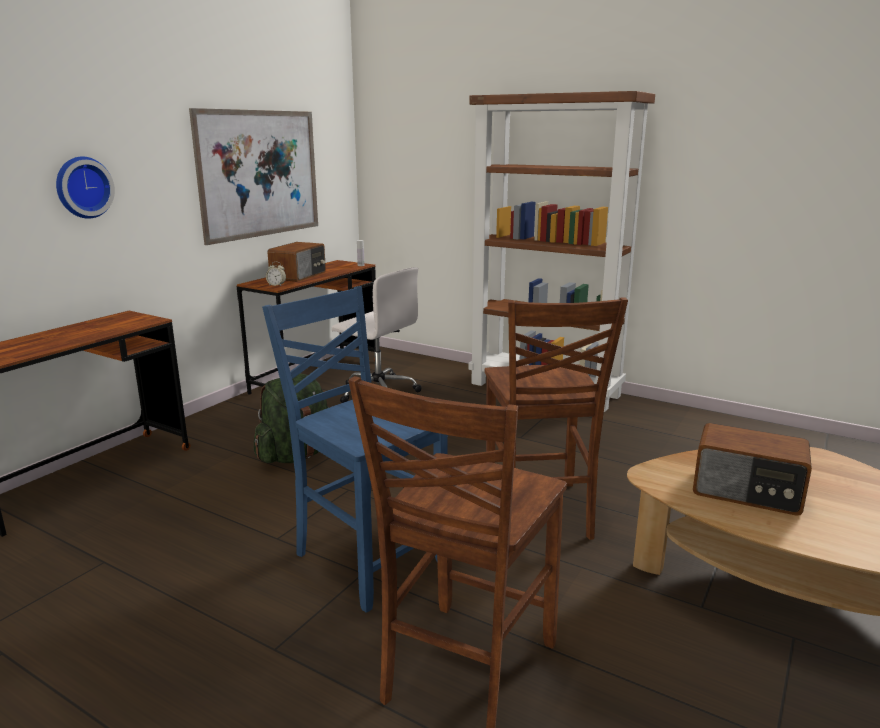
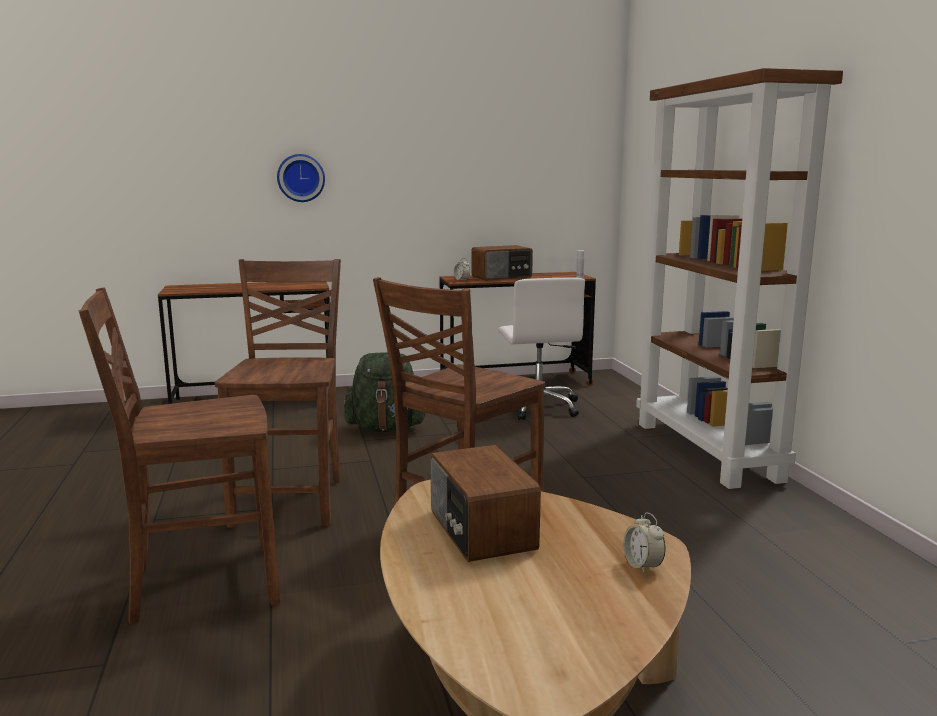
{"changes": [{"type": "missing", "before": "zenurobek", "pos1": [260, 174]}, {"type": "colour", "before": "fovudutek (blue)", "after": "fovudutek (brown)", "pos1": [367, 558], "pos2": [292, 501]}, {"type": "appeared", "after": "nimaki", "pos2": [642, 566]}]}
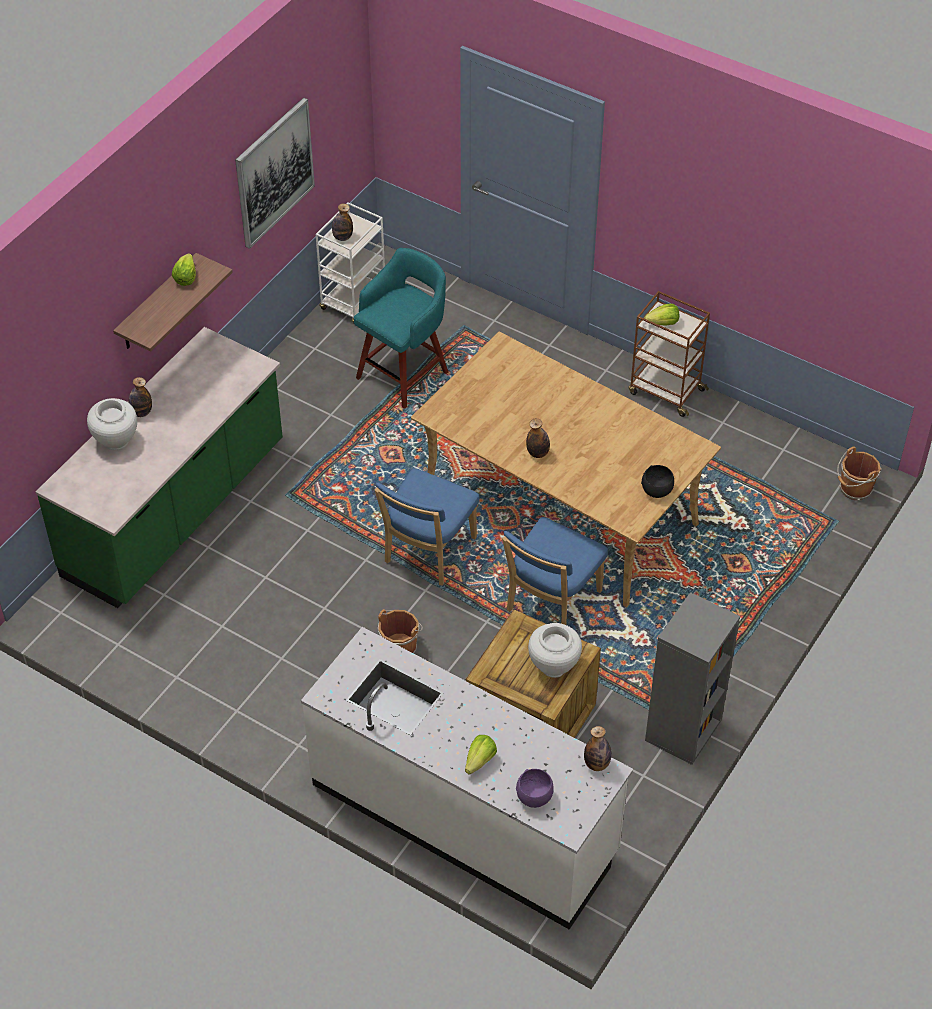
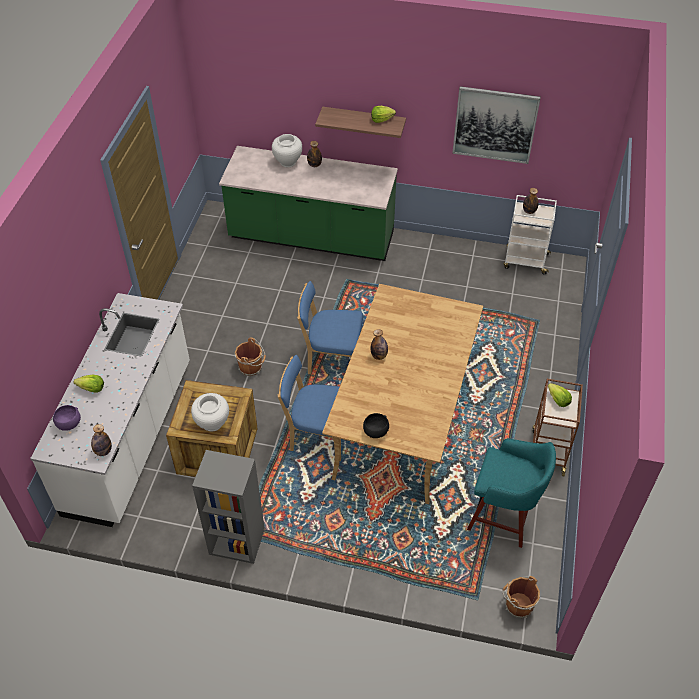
{"changes": [{"type": "relocated", "before": "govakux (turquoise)", "pos1": [404, 373], "pos2": [503, 517]}]}
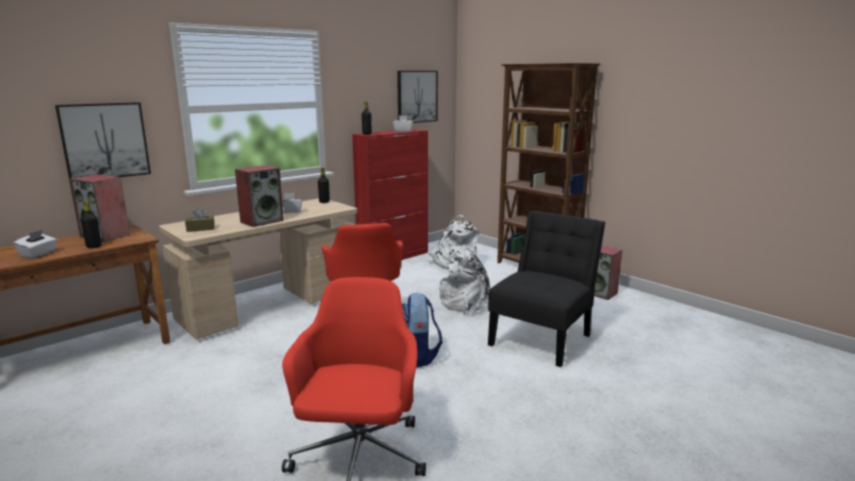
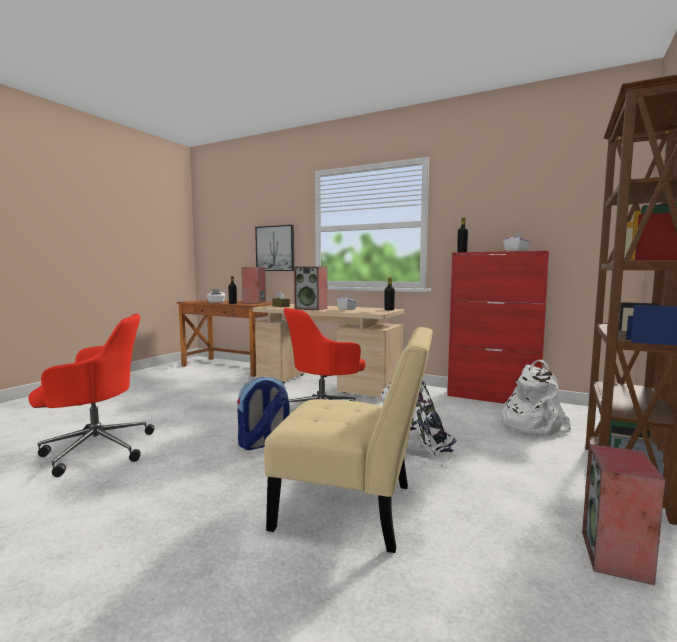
{"changes": [{"type": "missing", "before": "zenurobek", "pos1": [416, 96]}, {"type": "colour", "before": "fovudutek (black)", "after": "fovudutek (beige)", "pos1": [543, 338], "pos2": [353, 509]}]}
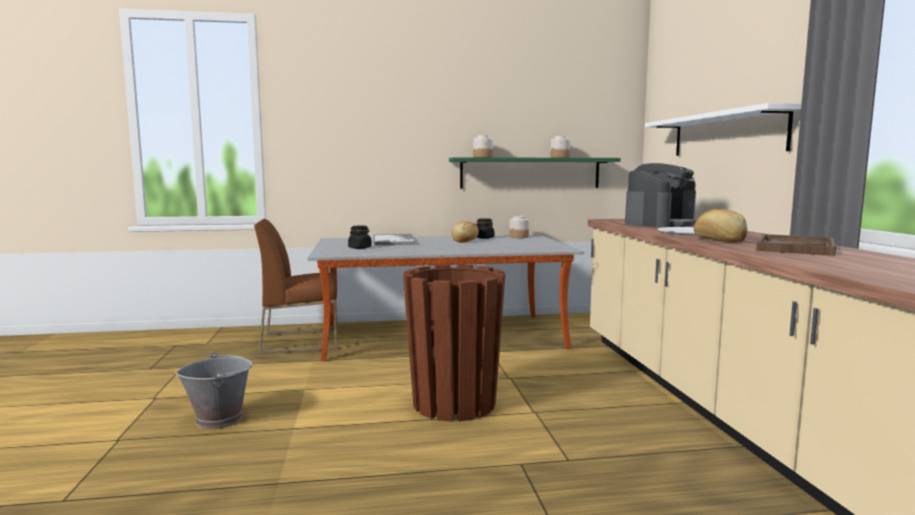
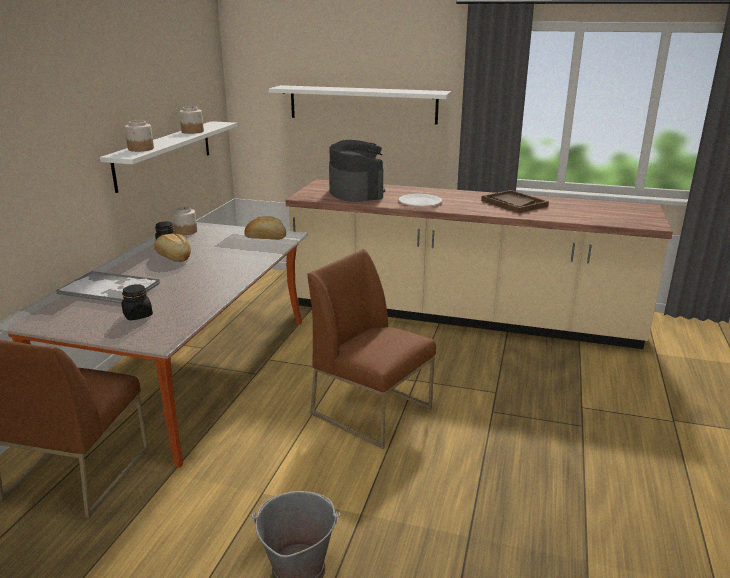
{"changes": [{"type": "exchanged", "before": "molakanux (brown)", "after": "fovudutek (brown)", "pos1": [454, 403], "pos2": [373, 410]}, {"type": "colour", "before": "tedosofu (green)", "after": "tedosofu (white)", "pos1": [530, 173], "pos2": [164, 154]}, {"type": "relocated", "before": "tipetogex", "pos1": [719, 240], "pos2": [266, 238]}]}
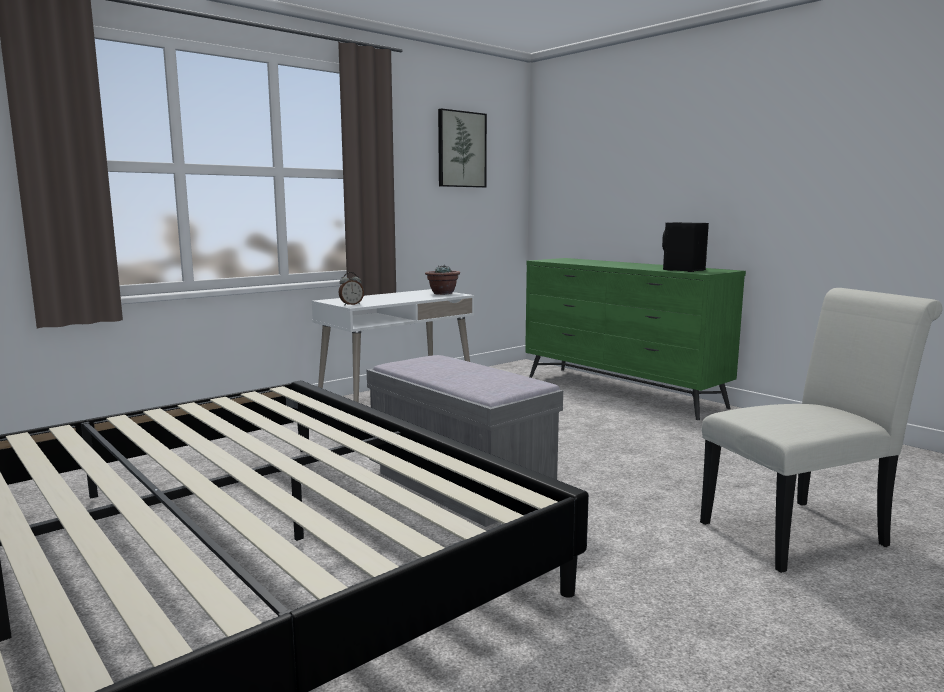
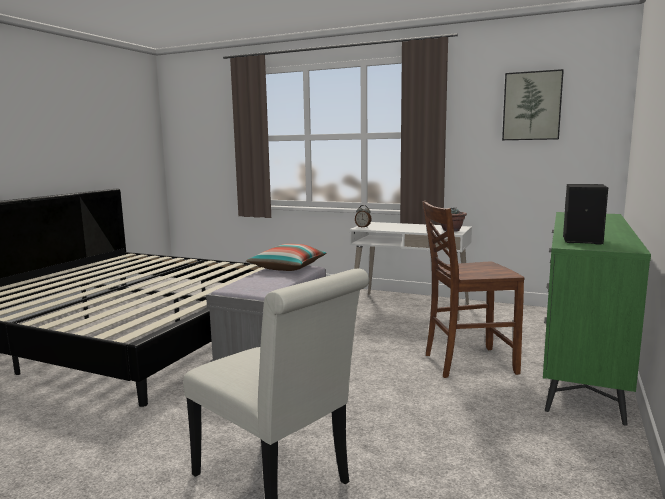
{"changes": [{"type": "appeared", "after": "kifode", "pos2": [287, 267]}, {"type": "appeared", "after": "fovudutek (brown)", "pos2": [467, 363]}]}
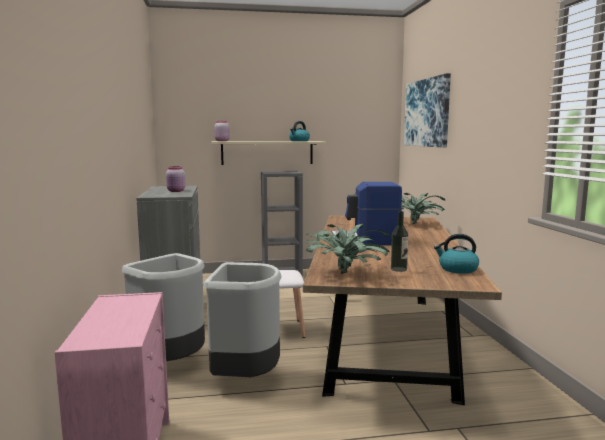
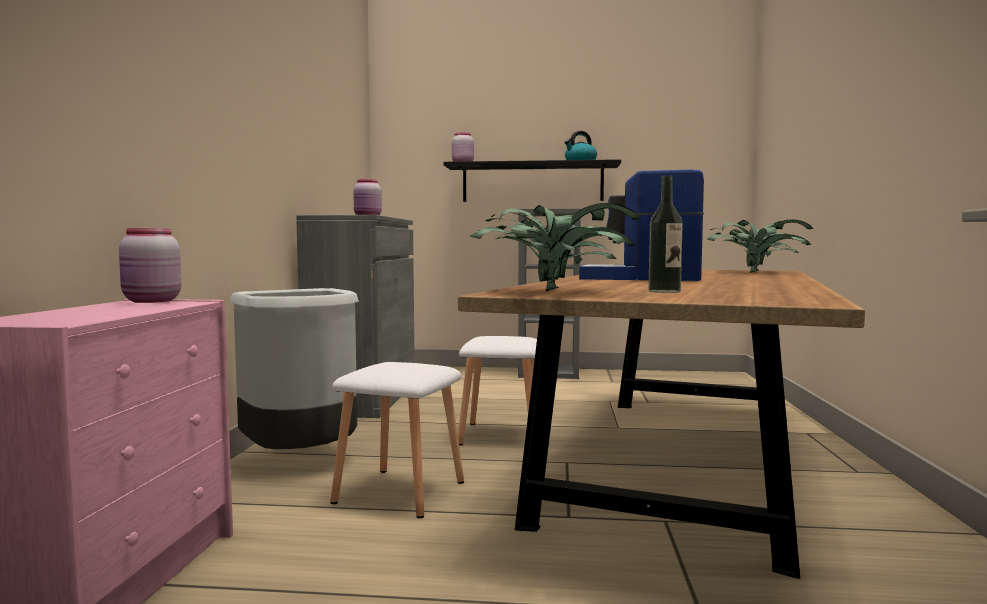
{"changes": [{"type": "exchanged", "before": "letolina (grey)", "after": "govakux (white)", "pos1": [245, 378], "pos2": [400, 491]}, {"type": "colour", "before": "tedosofu (beige)", "after": "tedosofu (black)", "pos1": [267, 152], "pos2": [532, 183]}, {"type": "missing", "before": "zenurobek", "pos1": [427, 113]}, {"type": "missing", "before": "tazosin", "pos1": [457, 269]}, {"type": "appeared", "after": "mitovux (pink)", "pos2": [151, 301]}]}
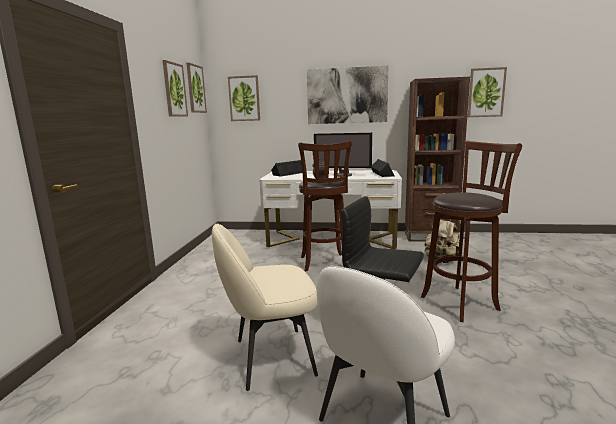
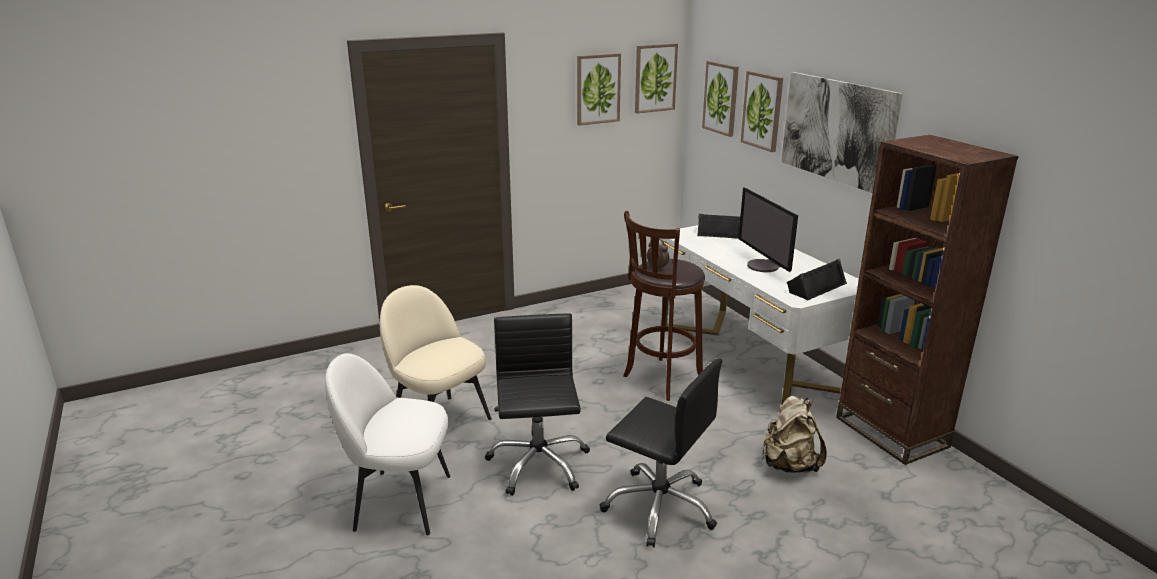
{"changes": [{"type": "exchanged", "before": "govakux (brown)", "after": "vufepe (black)", "pos1": [462, 302], "pos2": [660, 507]}, {"type": "relocated", "before": "zenurobek", "pos1": [486, 92], "pos2": [762, 111]}]}
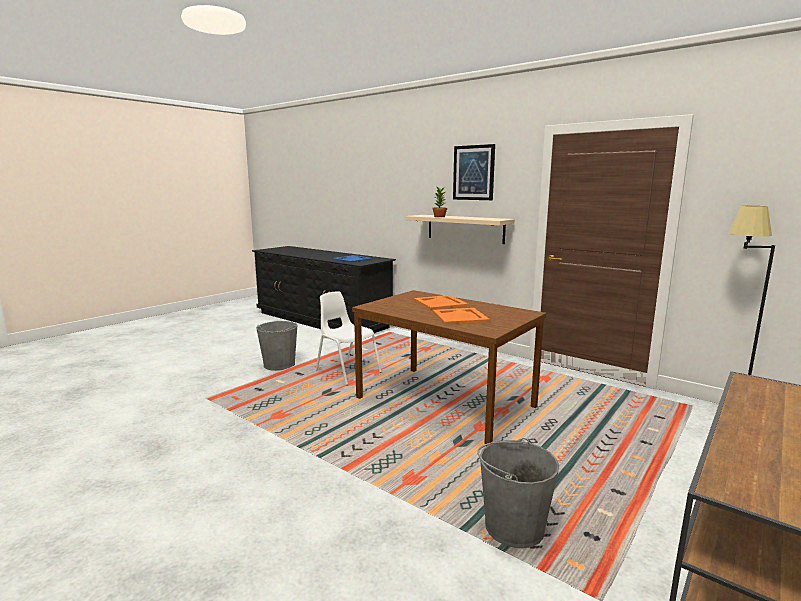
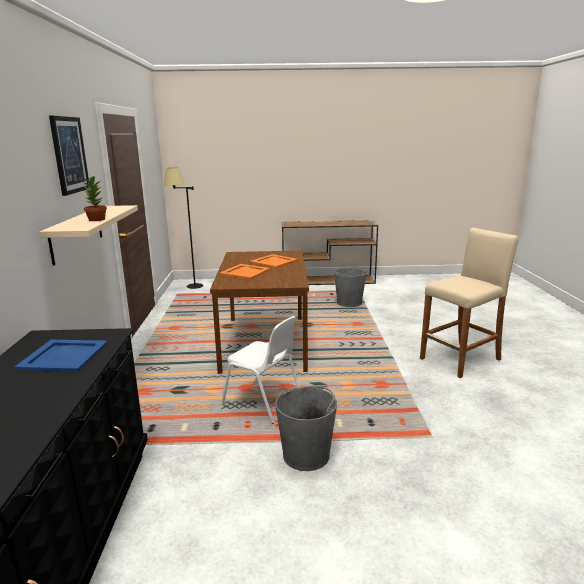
{"changes": [{"type": "spun", "before": "fovudutek (white)", "pos1": [347, 371], "pos2": [263, 402], "turn": -60}, {"type": "appeared", "after": "govakux (beige)", "pos2": [460, 359]}]}
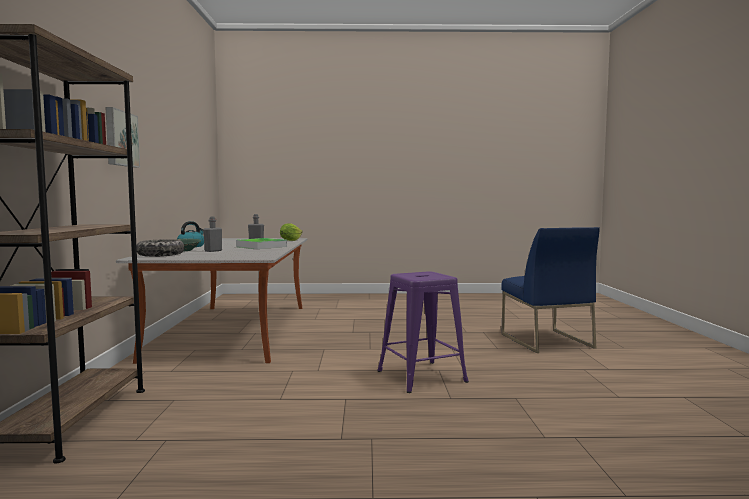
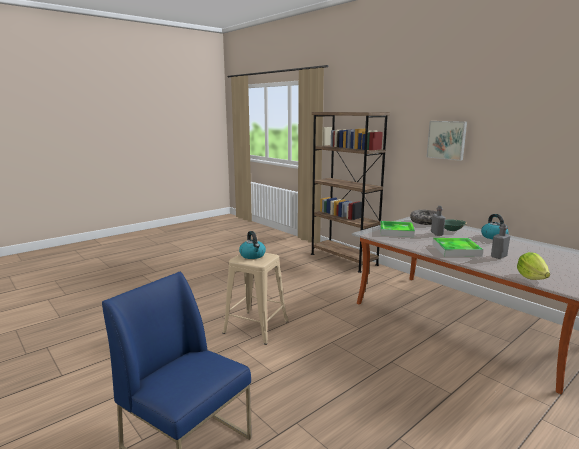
{"changes": [{"type": "colour", "before": "govakux (purple)", "after": "govakux (beige)", "pos1": [421, 376], "pos2": [256, 327]}, {"type": "appeared", "after": "tazosin", "pos2": [253, 255]}, {"type": "appeared", "after": "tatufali", "pos2": [396, 231]}]}
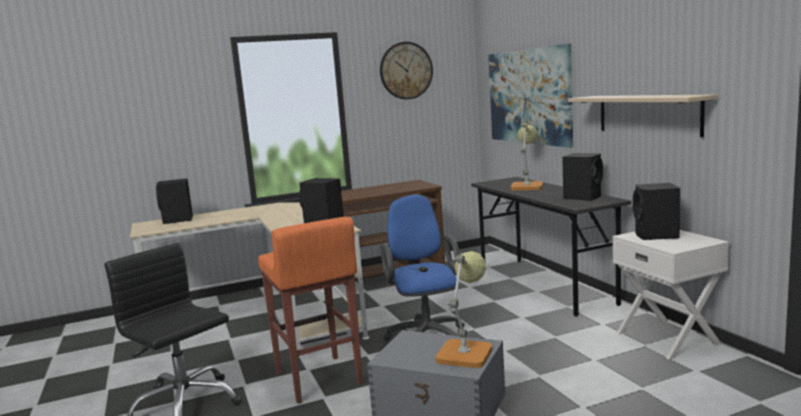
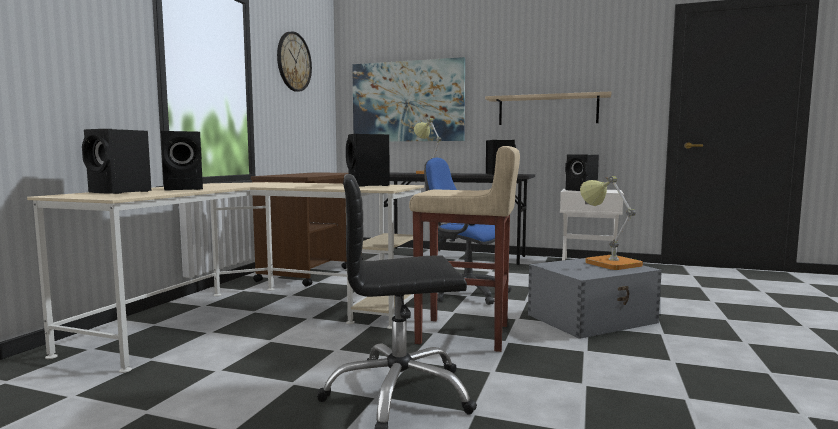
{"changes": [{"type": "colour", "before": "govakux (orange)", "after": "govakux (beige)", "pos1": [317, 379], "pos2": [465, 335]}, {"type": "appeared", "after": "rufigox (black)", "pos2": [185, 189]}]}
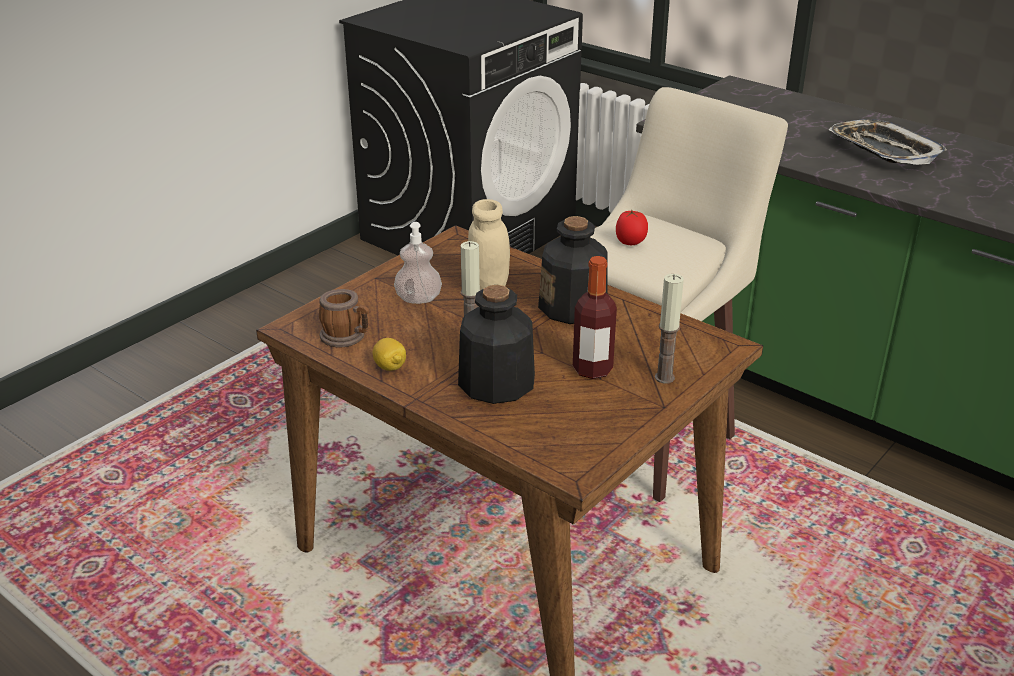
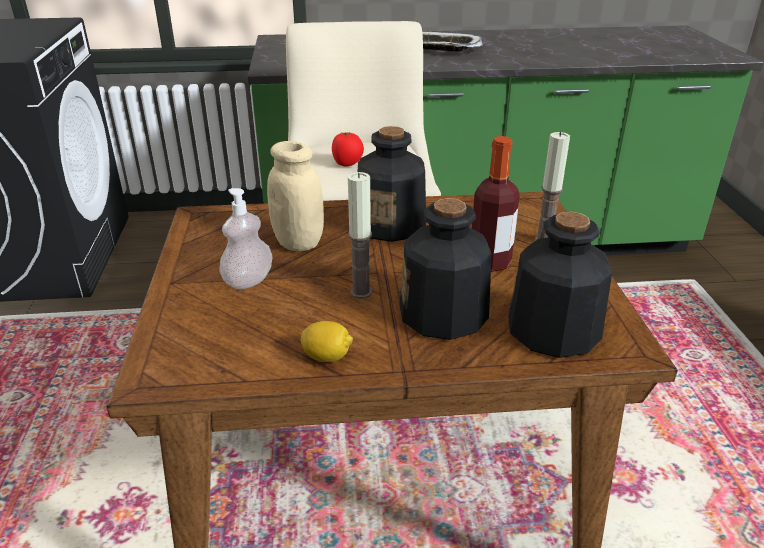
{"changes": [{"type": "missing", "before": "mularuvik", "pos1": [347, 337]}, {"type": "appeared", "after": "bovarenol", "pos2": [553, 331]}]}
